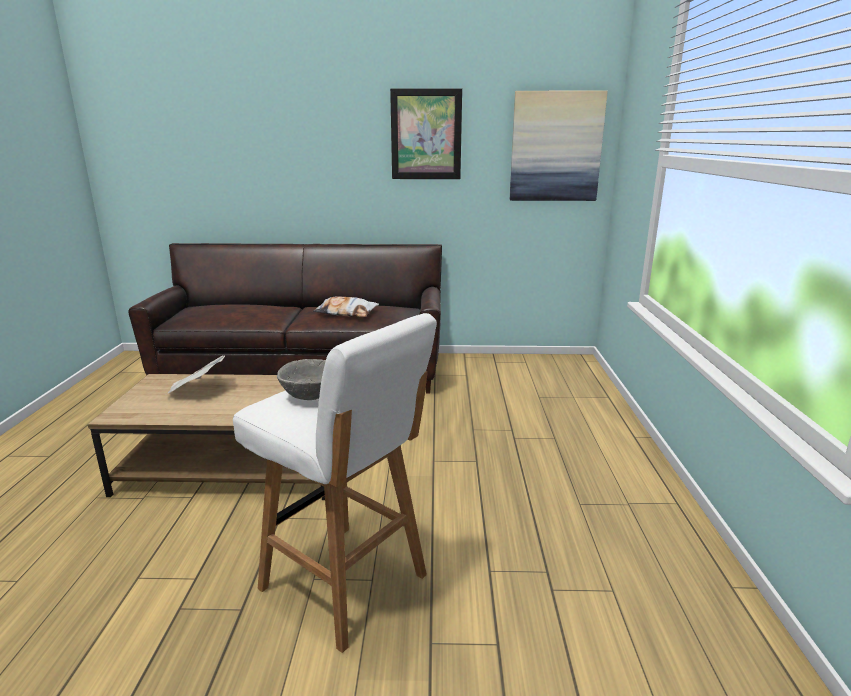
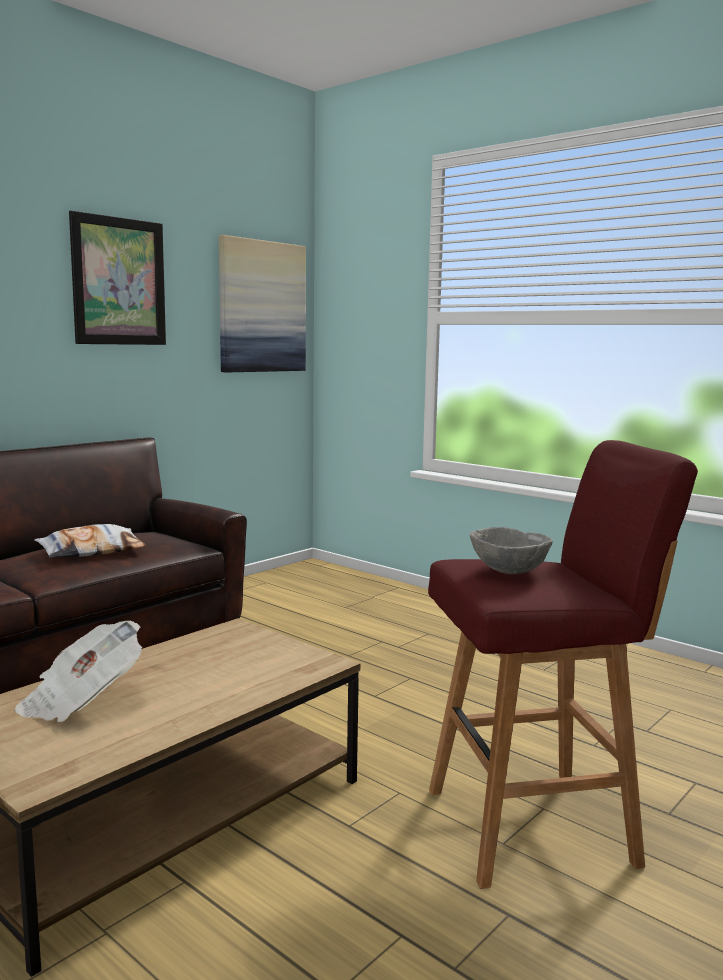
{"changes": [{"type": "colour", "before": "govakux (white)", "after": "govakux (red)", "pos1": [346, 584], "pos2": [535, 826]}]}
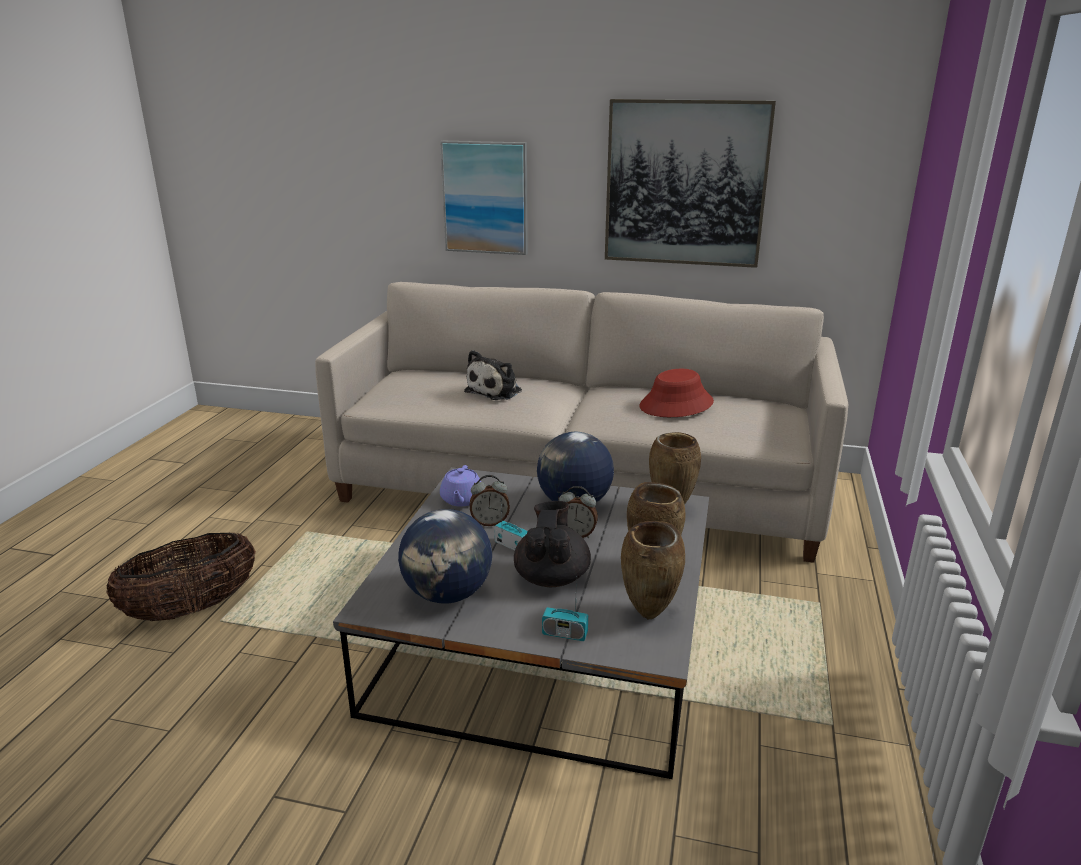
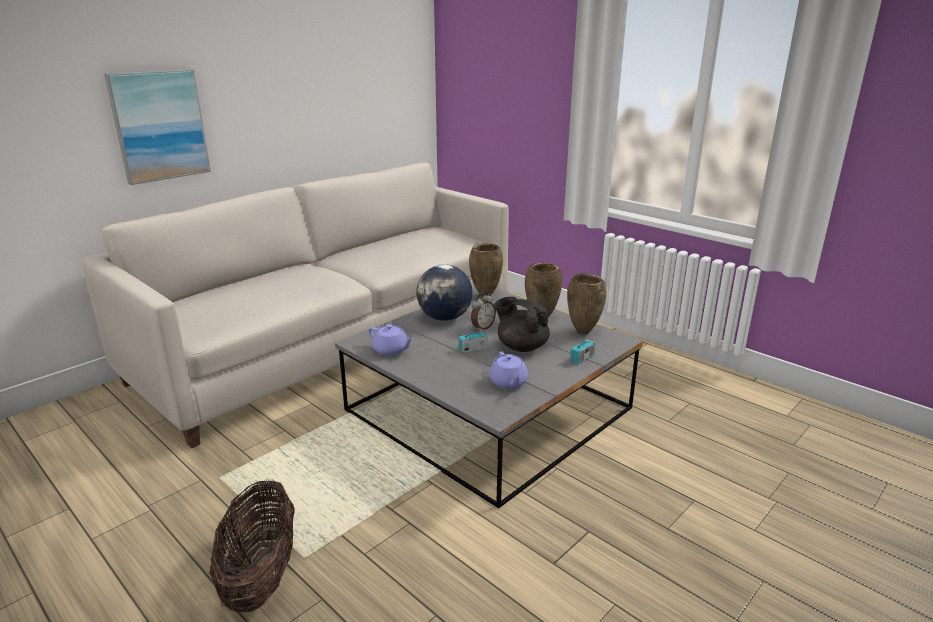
{"changes": [{"type": "exchanged", "before": "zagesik", "after": "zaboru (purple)", "pos1": [448, 594], "pos2": [508, 383]}, {"type": "missing", "before": "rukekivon", "pos1": [496, 391]}, {"type": "missing", "before": "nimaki", "pos1": [490, 522]}, {"type": "missing", "before": "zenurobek", "pos1": [685, 184]}, {"type": "missing", "before": "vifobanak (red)", "pos1": [676, 405]}]}
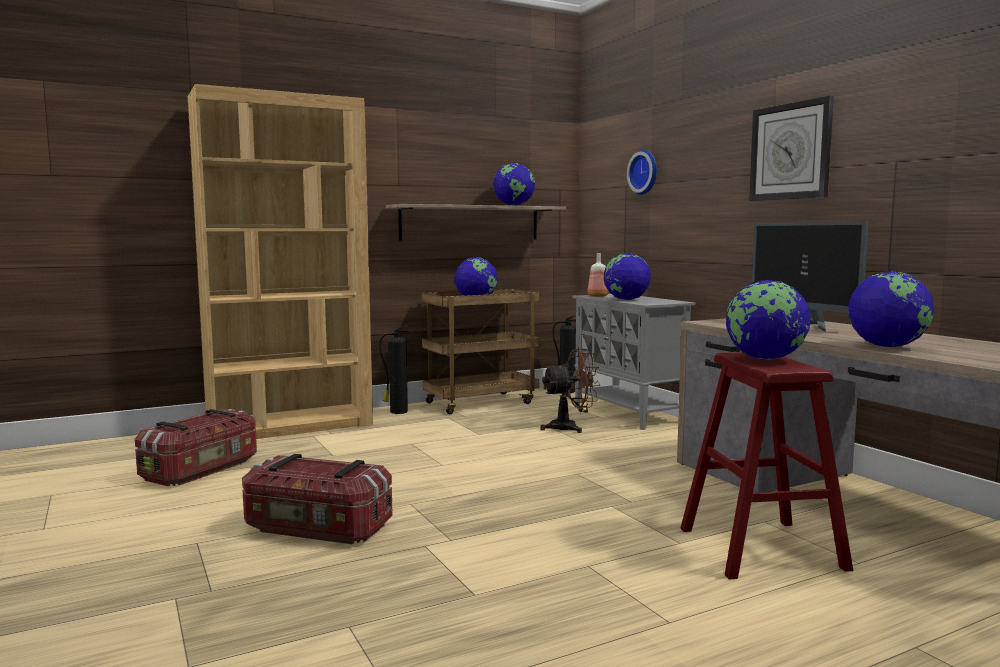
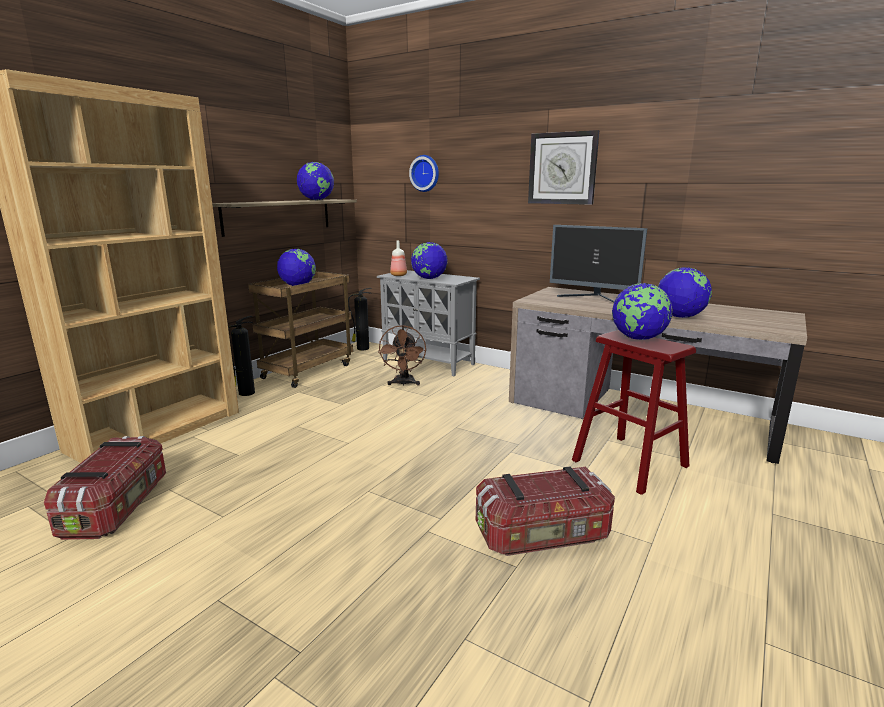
{"changes": [{"type": "relocated", "before": "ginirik", "pos1": [317, 529], "pos2": [543, 535]}, {"type": "spun", "before": "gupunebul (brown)", "pos1": [570, 427], "pos2": [403, 384], "turn": 135}]}
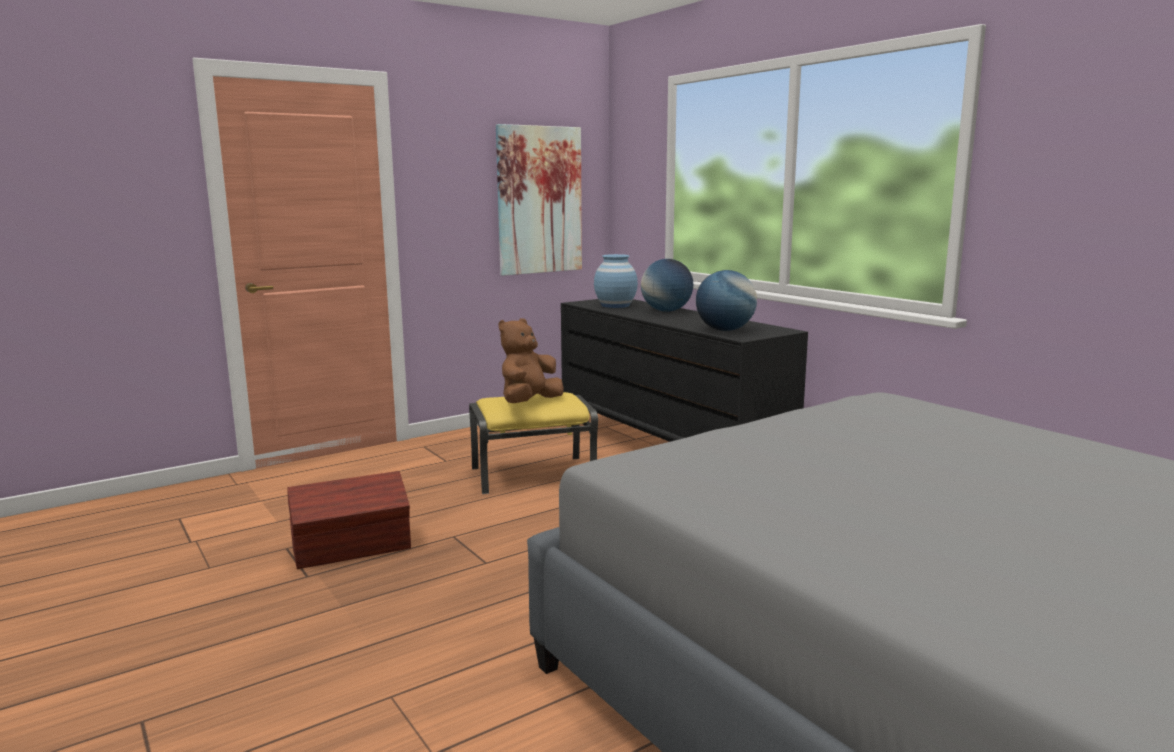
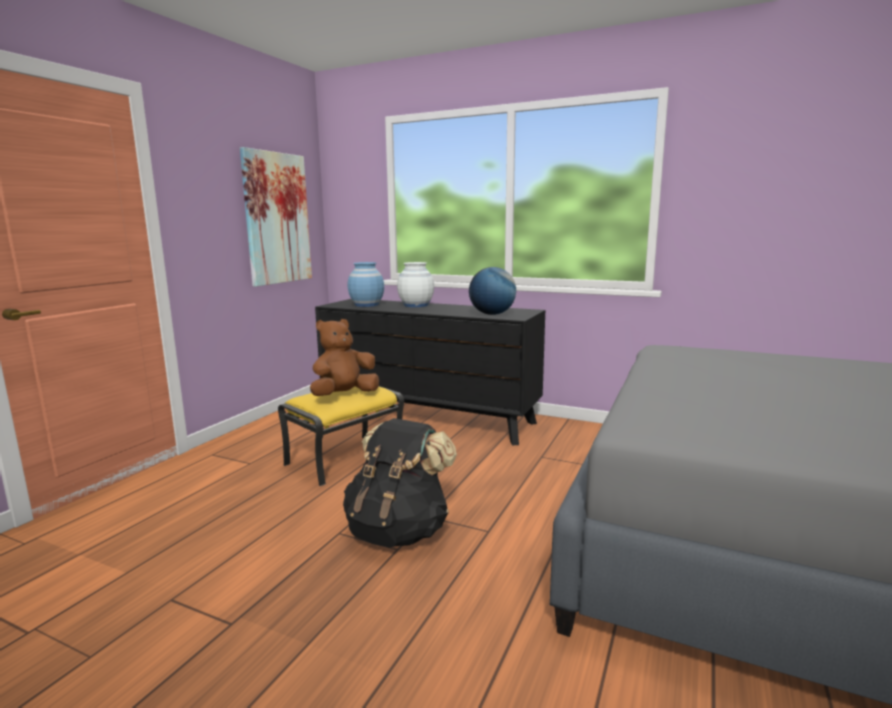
{"changes": [{"type": "missing", "before": "ginirik (brown)", "pos1": [353, 549]}, {"type": "spun", "before": "rukekivon (brown)", "pos1": [529, 403], "pos2": [344, 395], "turn": 45}, {"type": "exchanged", "before": "zagesik", "after": "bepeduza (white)", "pos1": [666, 311], "pos2": [416, 305]}, {"type": "appeared", "after": "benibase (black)", "pos2": [399, 531]}]}
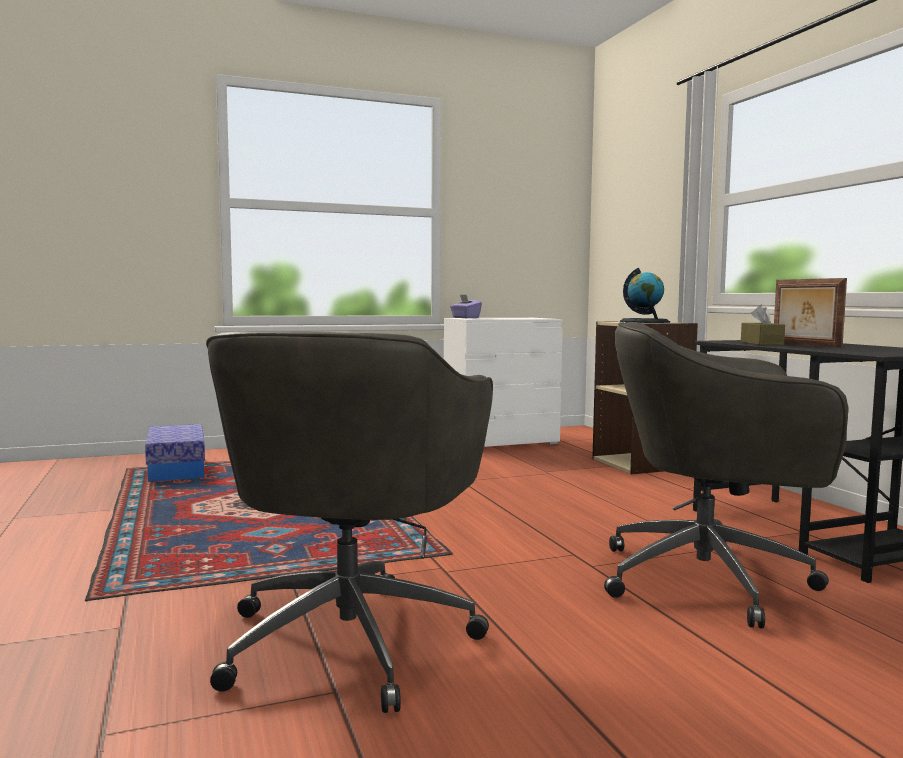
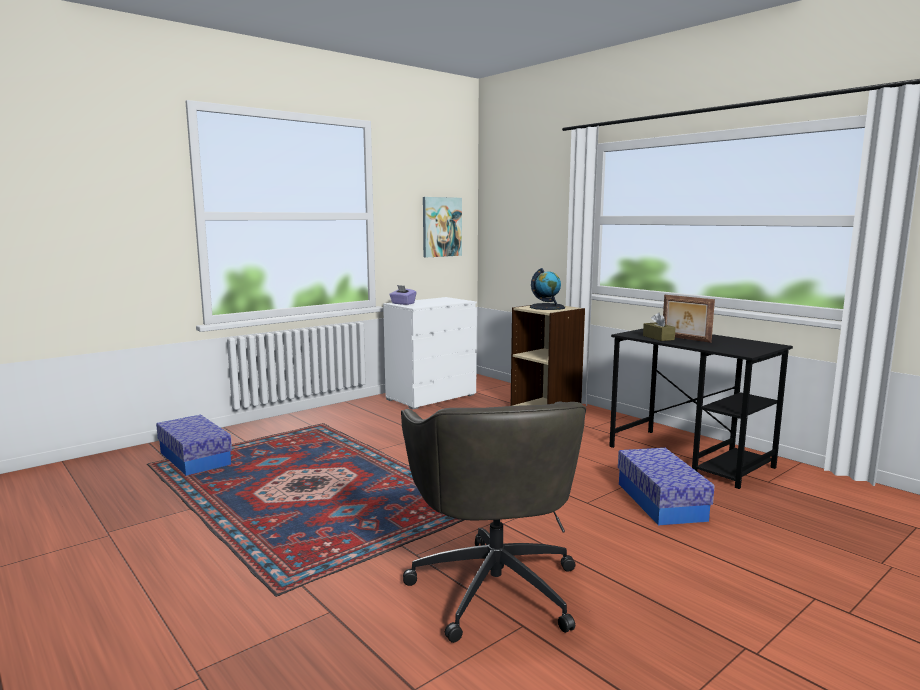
{"changes": [{"type": "exchanged", "before": "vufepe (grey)", "after": "ginirik", "pos1": [711, 580], "pos2": [660, 501]}, {"type": "appeared", "after": "zenurobek", "pos2": [441, 227]}]}
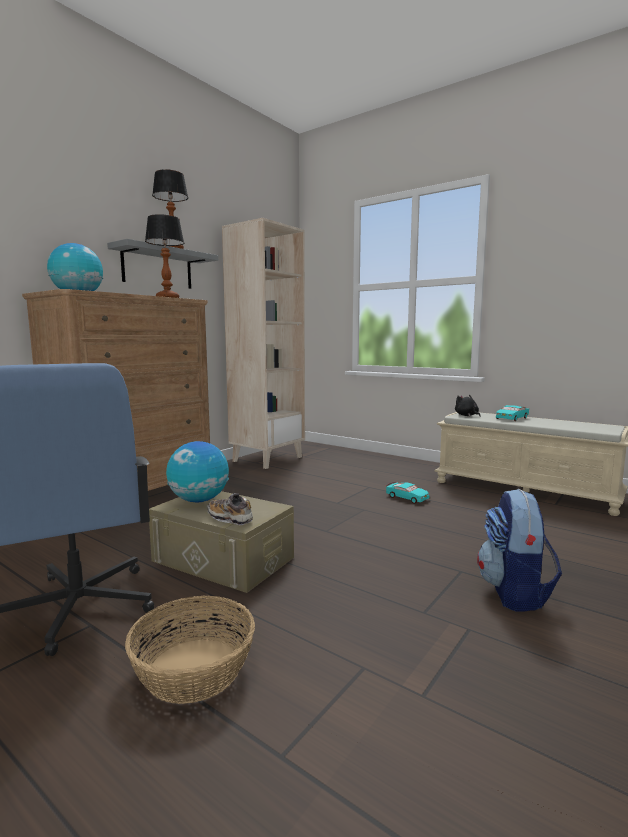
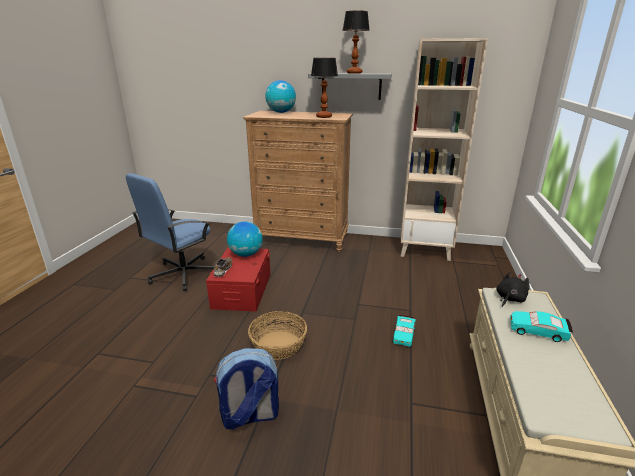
{"changes": [{"type": "relocated", "before": "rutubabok", "pos1": [194, 670], "pos2": [278, 345]}, {"type": "colour", "before": "ginirik (beige)", "after": "ginirik (red)", "pos1": [223, 559], "pos2": [242, 290]}]}
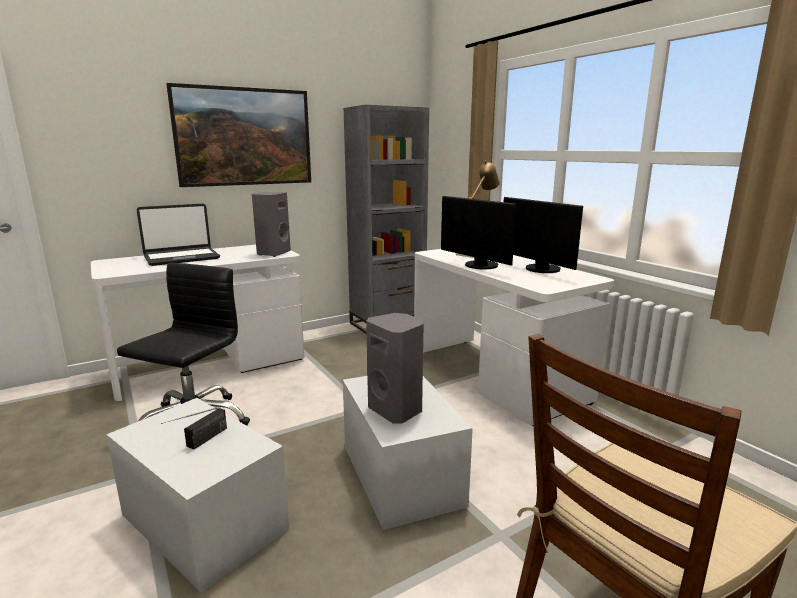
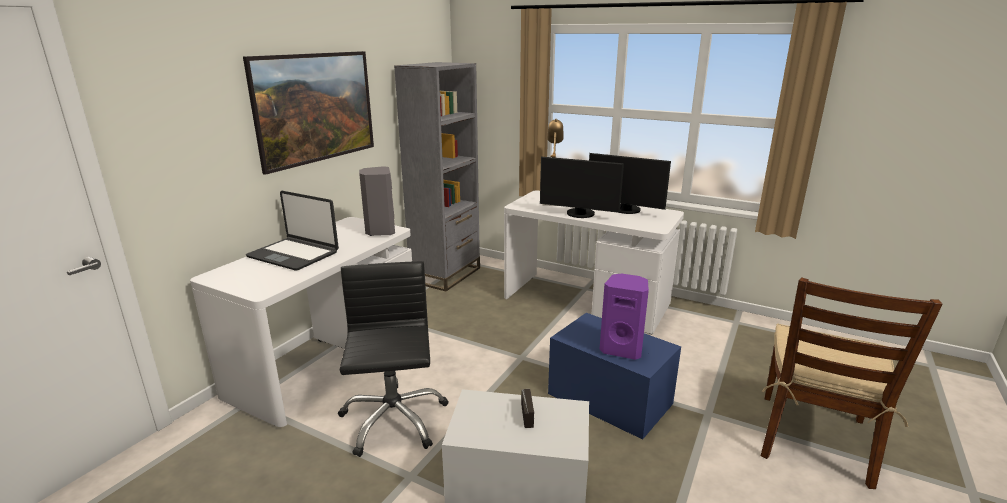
{"changes": [{"type": "spun", "before": "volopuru", "pos1": [181, 258], "pos2": [294, 254], "turn": 90}, {"type": "colour", "before": "ginirik (white)", "after": "ginirik (blue)", "pos1": [401, 475], "pos2": [610, 398]}, {"type": "colour", "before": "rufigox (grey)", "after": "rufigox (purple)", "pos1": [397, 410], "pos2": [621, 349]}]}
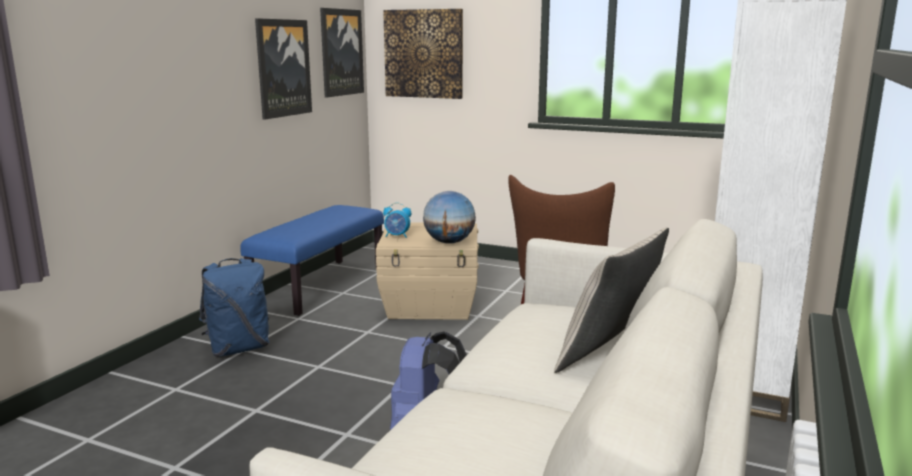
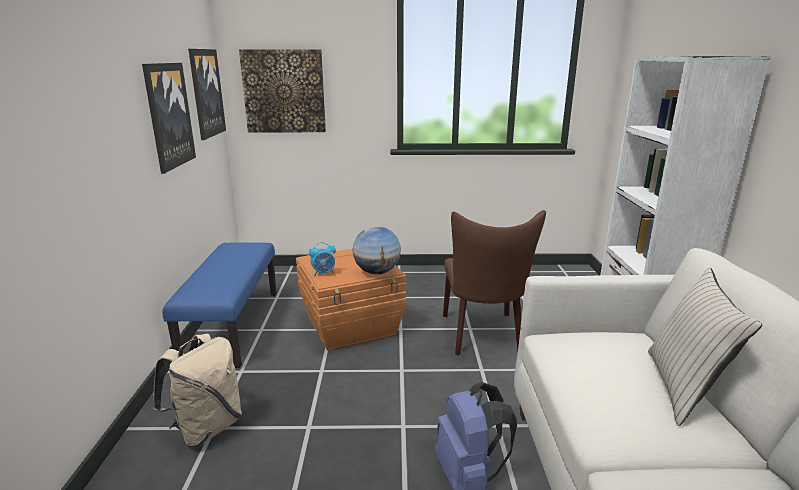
{"changes": [{"type": "colour", "before": "benibase (blue)", "after": "benibase (beige)", "pos1": [238, 349], "pos2": [207, 428]}, {"type": "colour", "before": "ginirik (beige)", "after": "ginirik (orange)", "pos1": [431, 304], "pos2": [352, 325]}]}
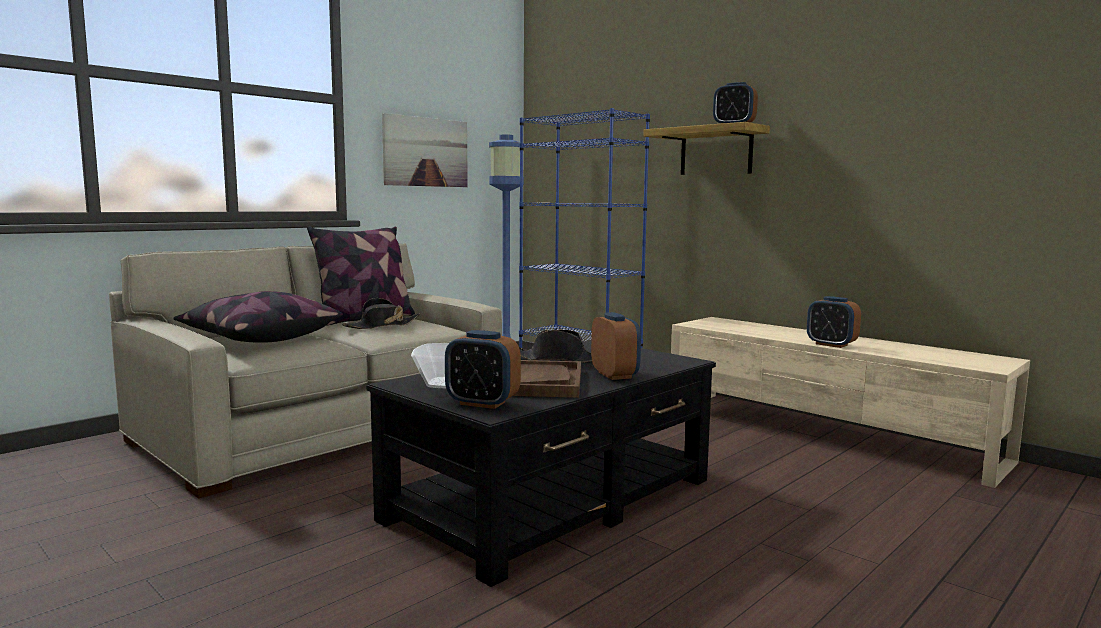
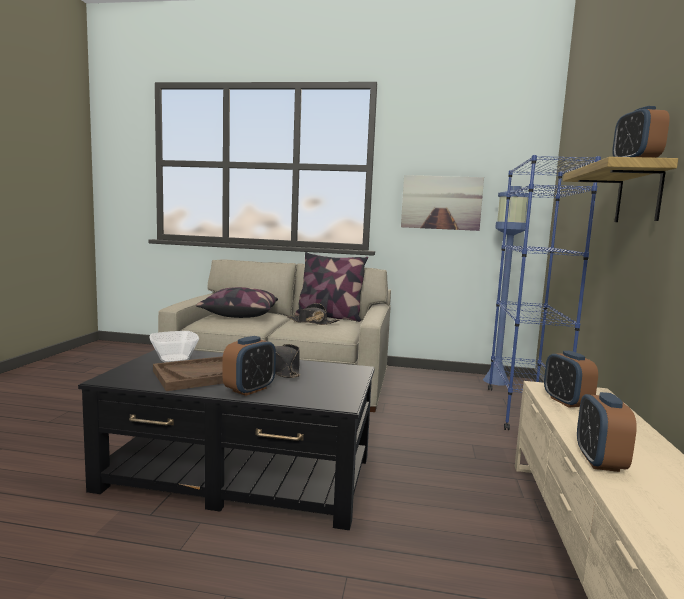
{"changes": [{"type": "relocated", "before": "nimaki", "pos1": [482, 403], "pos2": [566, 402]}]}
